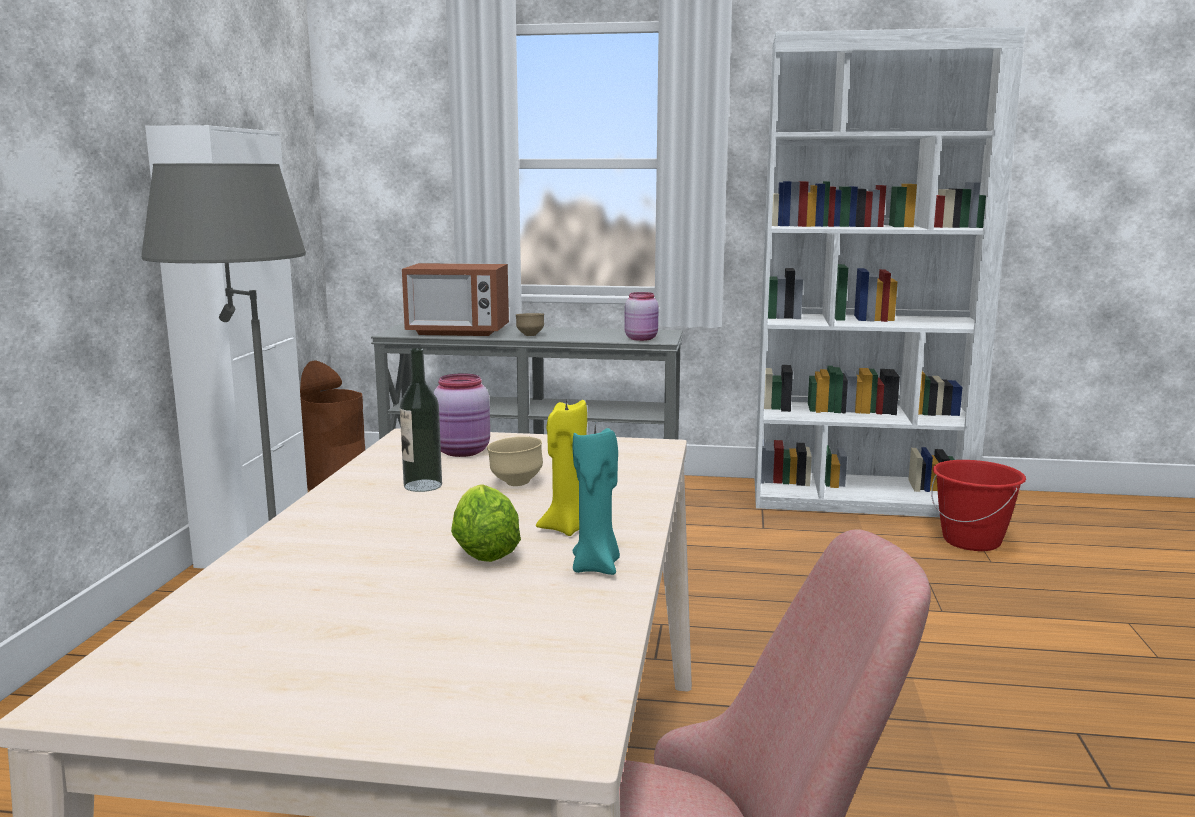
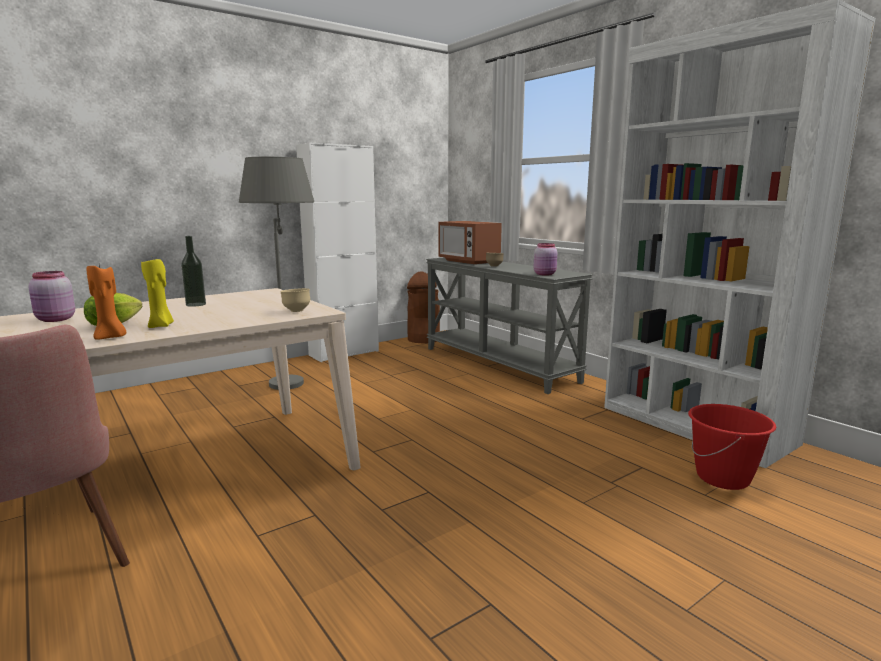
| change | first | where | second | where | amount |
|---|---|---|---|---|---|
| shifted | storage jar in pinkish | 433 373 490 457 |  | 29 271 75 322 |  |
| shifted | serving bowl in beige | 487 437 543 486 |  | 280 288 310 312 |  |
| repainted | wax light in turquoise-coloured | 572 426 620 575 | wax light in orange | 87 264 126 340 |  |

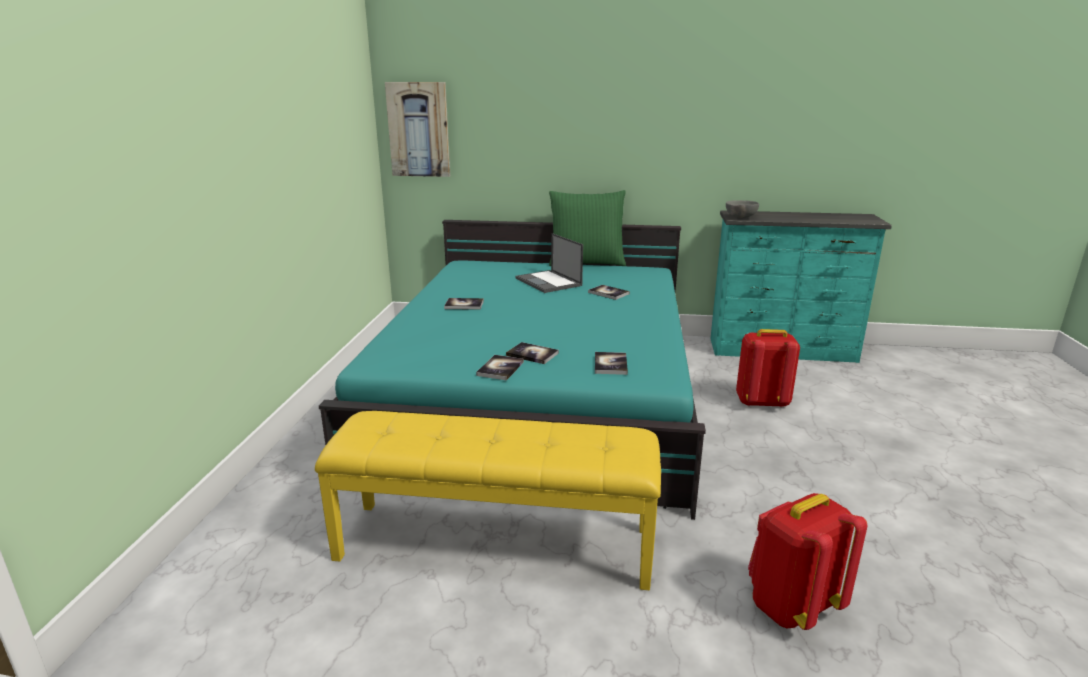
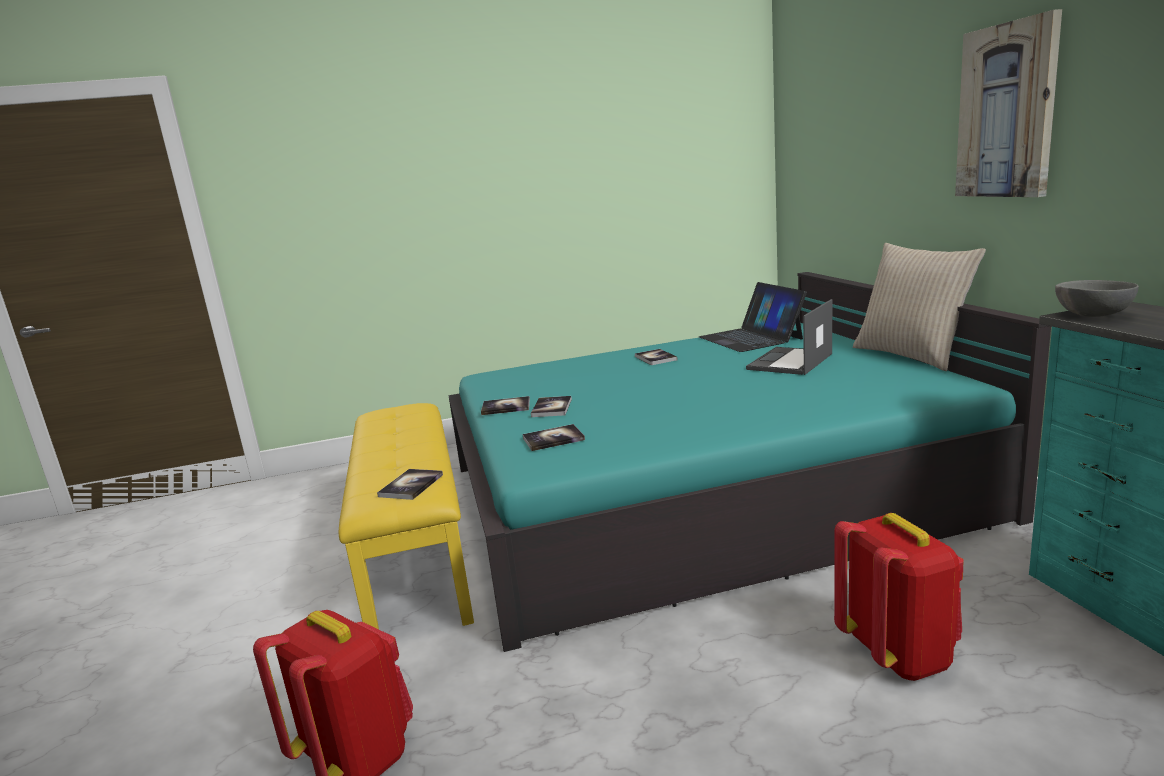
| change | first | where | second | where | amount |
|---|---|---|---|---|---|
| shifted | wall picture | 385 82 450 177 |  | 955 9 1062 197 |  |
| repainted | cushion in green | 549 190 626 266 | cushion in beige | 853 243 986 371 |  |
| shifted | volume | 588 285 630 300 |  | 377 469 443 500 |  |
| new |  |  | laptop | 699 282 807 352 |  |

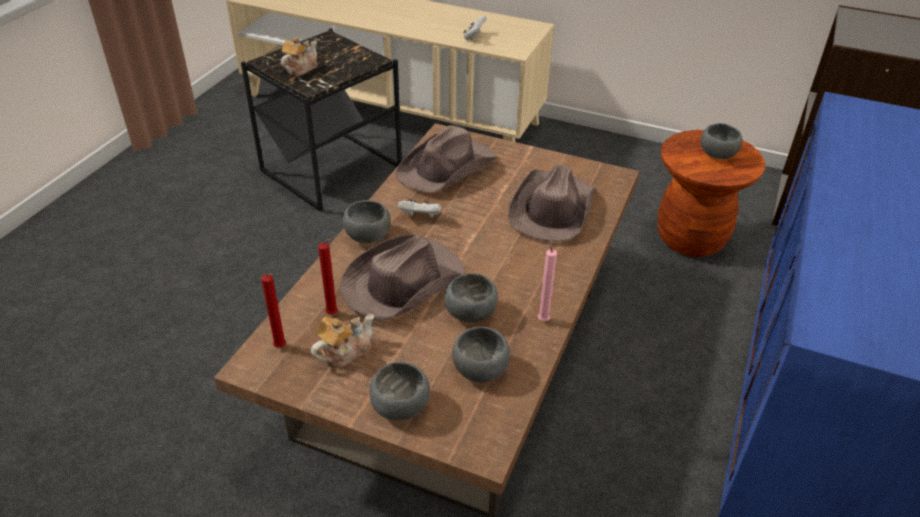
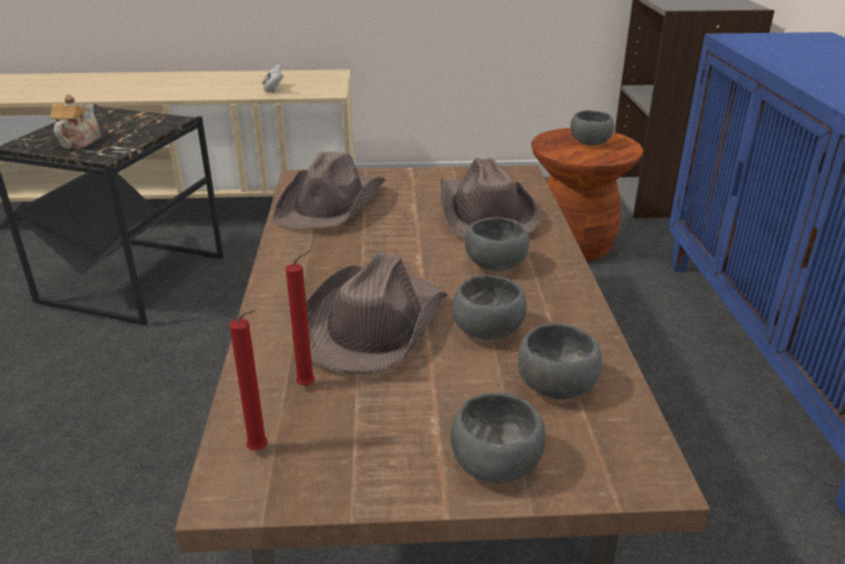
| change | first | where | second | where | amount |
|---|---|---|---|---|---|
| gone | tea pot | 311 314 374 368 |  |  |  |
| shifted | serving bowl in gray | 343 200 391 243 |  | 465 217 530 271 |  |
| gone | joypad in whitish | 398 199 441 218 |  |  |  |
| gone | wax light in pinkish | 538 237 557 321 |  |  |  |

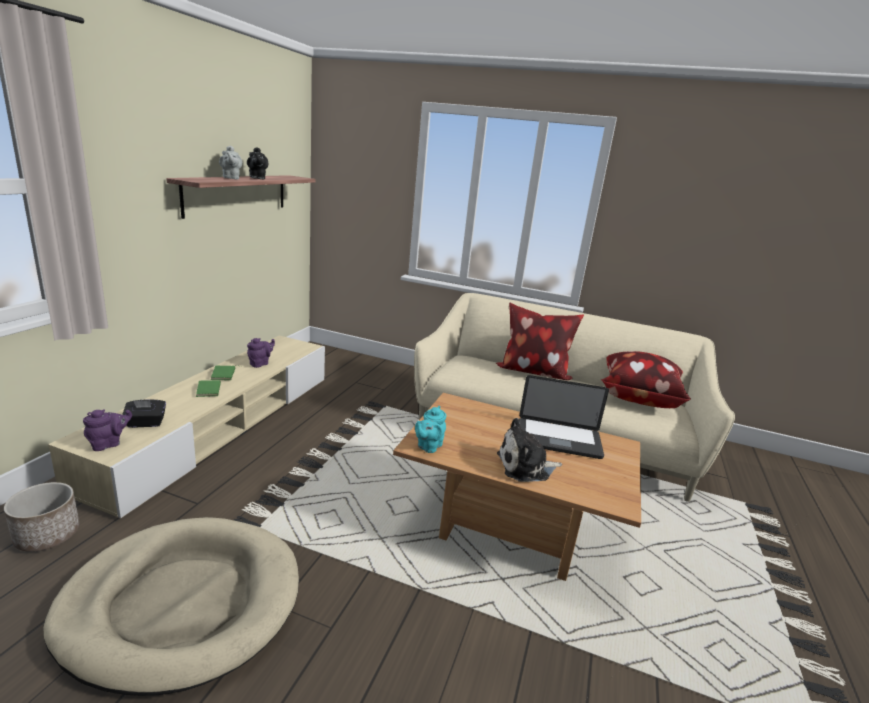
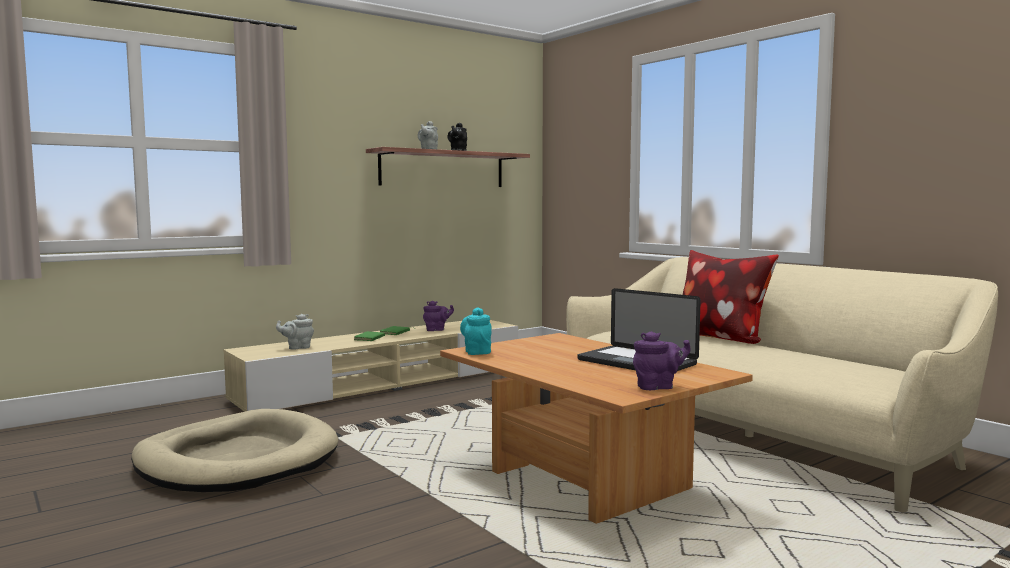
| change | first | where | second | where | amount |
|---|---|---|---|---|---|
| gone | plant pot | 4 482 79 552 |  |  |  |
| shifted | tea pot in purple | 83 409 132 451 |  | 633 331 691 390 |  |
| swapped | tissue holder in blackish | 122 399 166 428 | tea pot in gray | 276 314 314 350 |  |
| rotated | tea pot in turquoise-coloured | 415 406 446 453 |  | 460 307 492 355 | 105 degrees clockwise |
| gone | cuddly toy | 497 418 562 482 |  |  |  |
| gone | cushion | 600 351 691 408 |  |  |  |

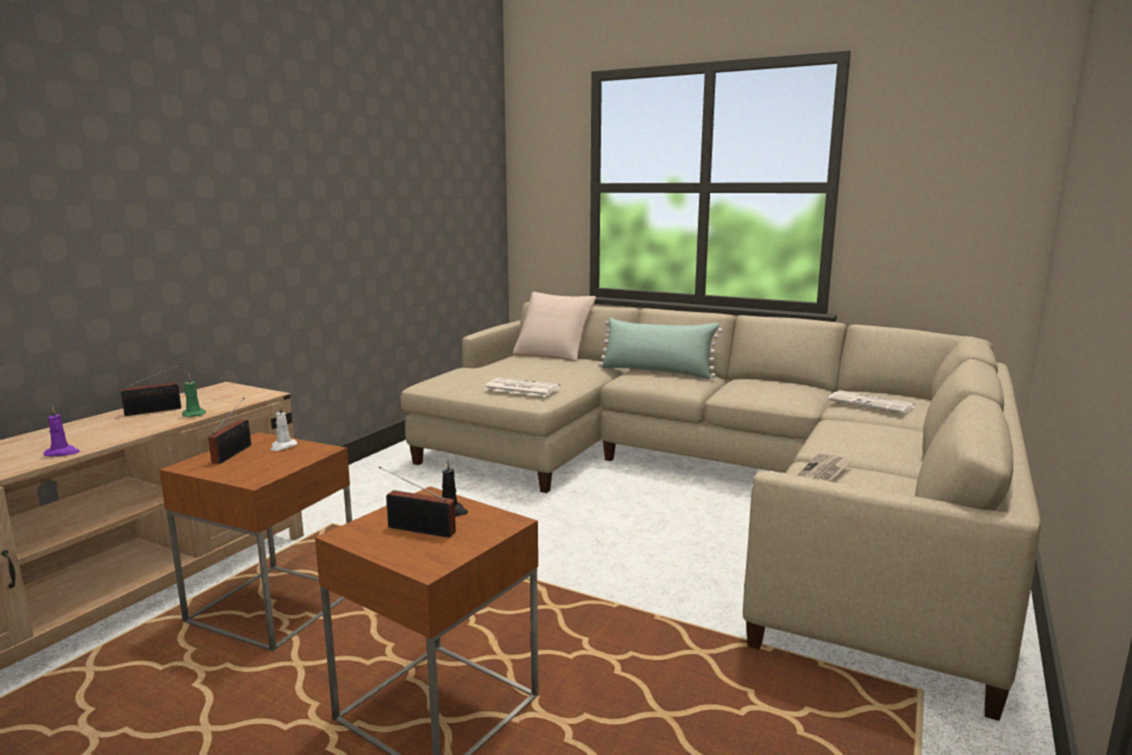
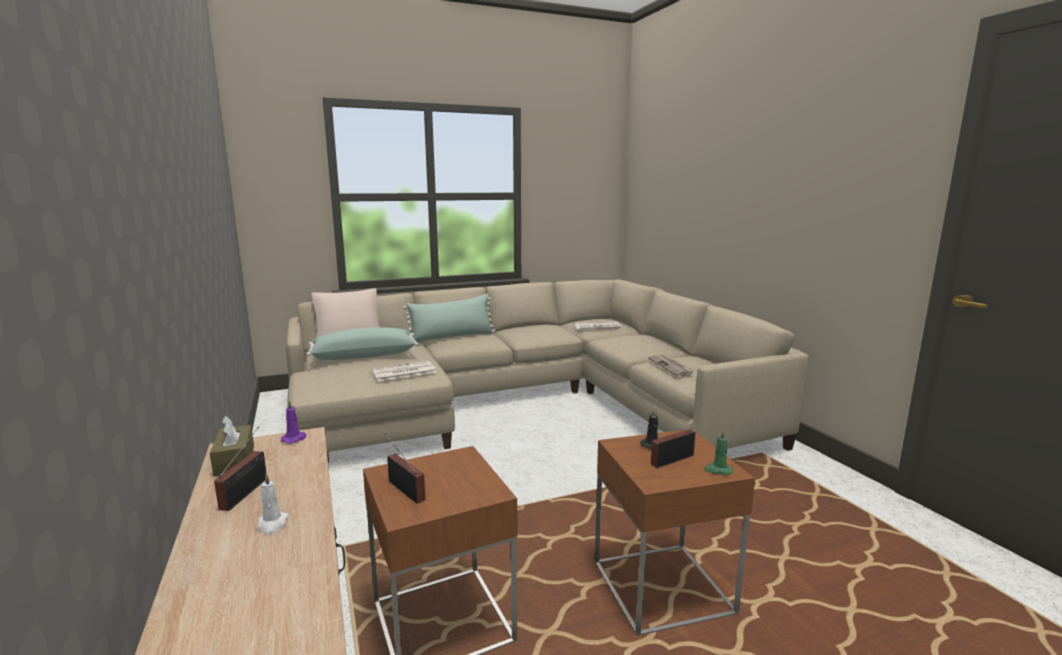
| change | first | where | second | where | amount |
|---|---|---|---|---|---|
| shifted | wax light in purple | 44 406 80 457 |  | 281 400 307 444 |  |
| shifted | wax light in green | 182 374 206 417 |  | 704 431 733 475 |  |
| shifted | wax light in whitish | 270 405 297 451 |  | 257 473 289 535 |  |
| new |  |  | tissue holder in brown-coloured | 210 416 254 476 |  |
| new |  |  | cushion in green | 306 327 419 360 |  |

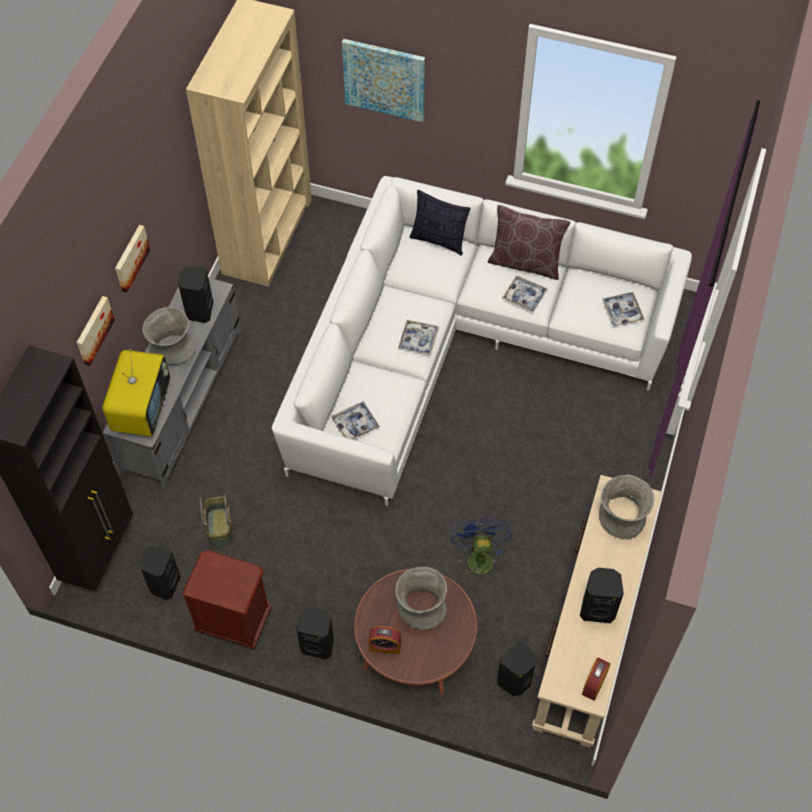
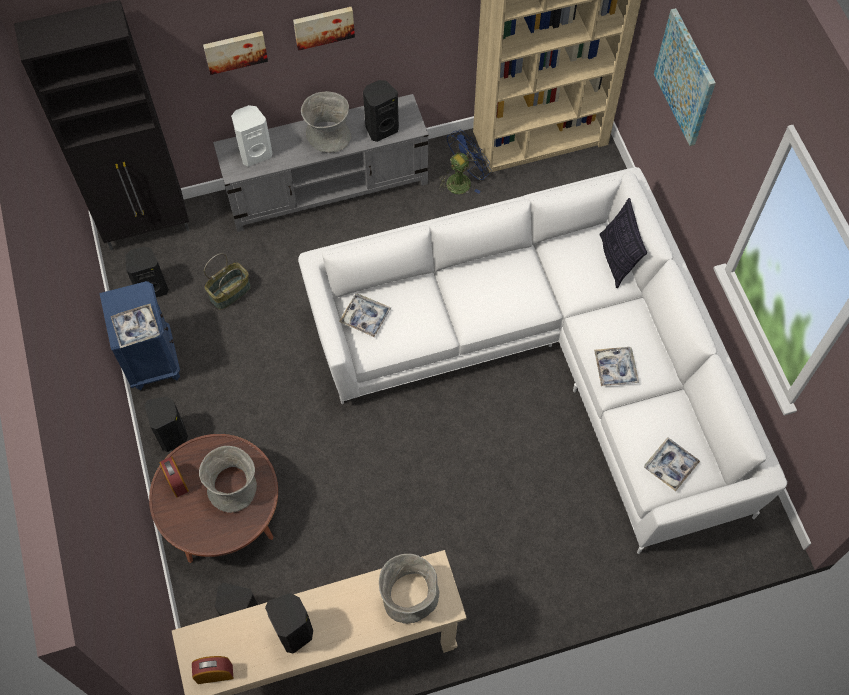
| change | first | where | second | where | amount |
|---|---|---|---|---|---|
| swapped | television | 102 349 170 436 | speaker in whitish | 231 105 273 167 |  |
| repainted | bedside table in brown-coloured | 182 550 271 649 | bedside table in blue | 100 281 180 390 |  |
| shifted | tray | 398 320 439 355 |  | 111 304 160 348 |  |
| shifted | fan in blue | 451 517 511 582 |  | 439 131 491 194 |  |
| gone | cushion in brown-coloured | 488 205 571 280 |  |  |  |

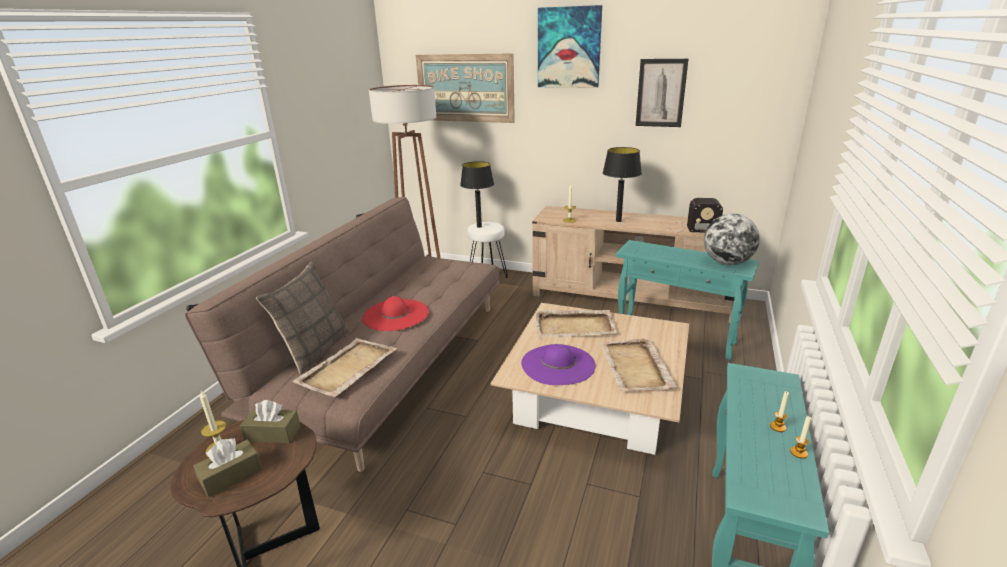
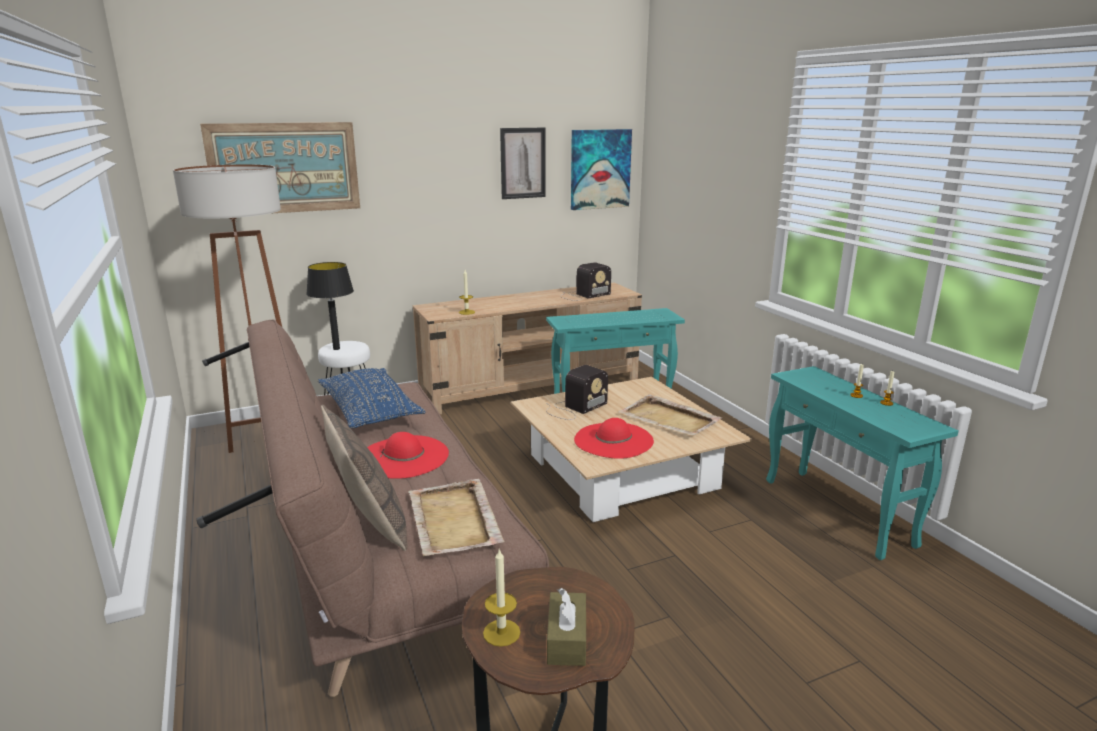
| change | first | where | second | where | amount |
|---|---|---|---|---|---|
| gone | tissue holder in brown-coloured | 240 400 301 443 |  |  |  |
| repainted | hat in purple | 521 344 596 385 | hat in red-coloured | 574 418 654 459 |  |
| swapped | tray in beige | 536 310 617 337 | radio | 546 365 608 420 |  |
| shifted | wall picture | 538 5 602 88 |  | 571 129 632 210 |  |
| gone | lamp for a table in blackish | 603 147 642 222 |  |  |  |
| gone | globe | 704 214 760 265 |  |  |  |
| new |  |  | cushion in blue | 318 368 425 428 |  |

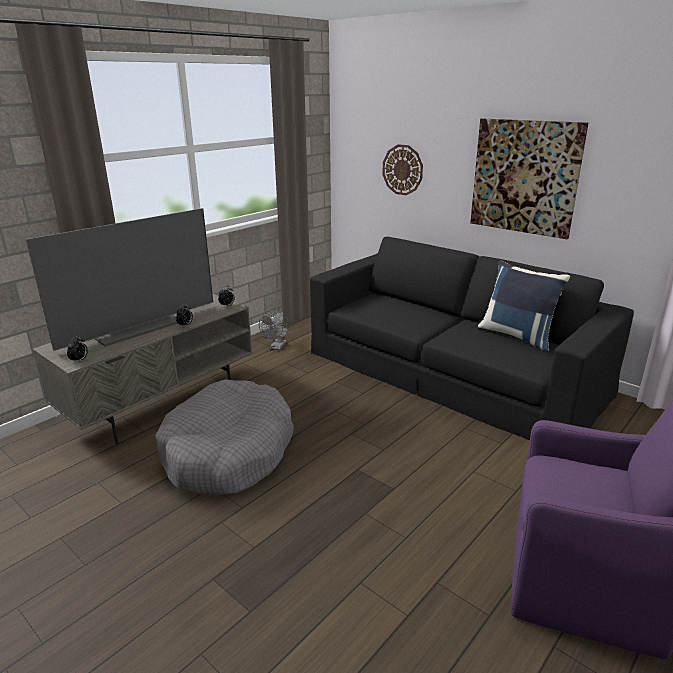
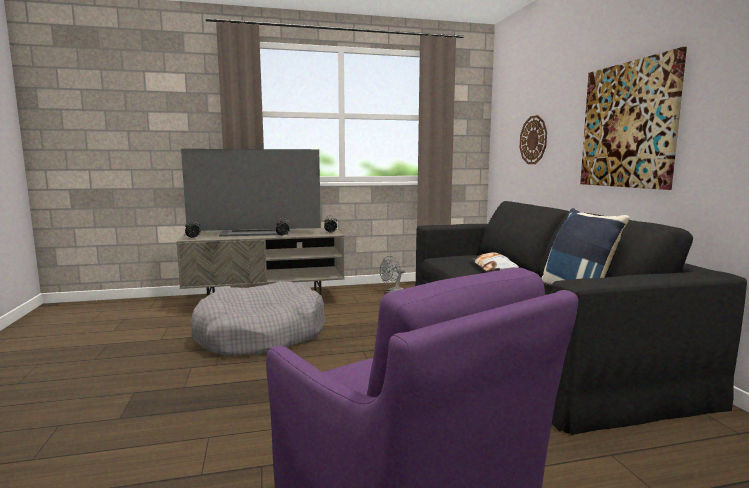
| change | first | where | second | where | amount |
|---|---|---|---|---|---|
| new |  |  | cushion | 470 252 519 271 |  |

